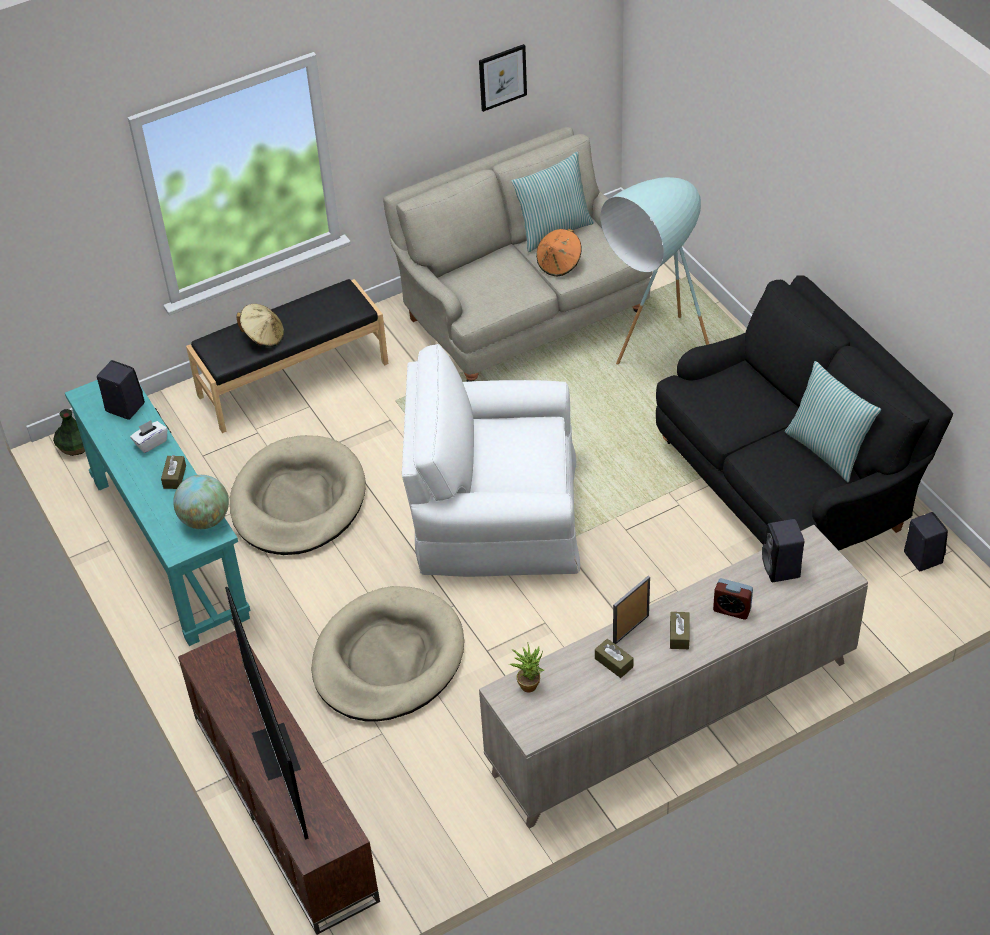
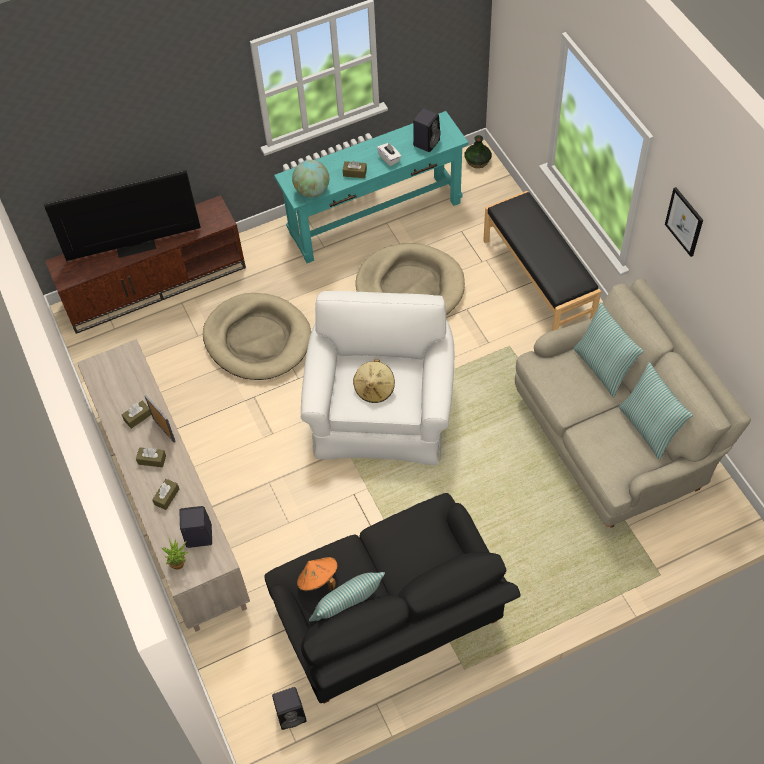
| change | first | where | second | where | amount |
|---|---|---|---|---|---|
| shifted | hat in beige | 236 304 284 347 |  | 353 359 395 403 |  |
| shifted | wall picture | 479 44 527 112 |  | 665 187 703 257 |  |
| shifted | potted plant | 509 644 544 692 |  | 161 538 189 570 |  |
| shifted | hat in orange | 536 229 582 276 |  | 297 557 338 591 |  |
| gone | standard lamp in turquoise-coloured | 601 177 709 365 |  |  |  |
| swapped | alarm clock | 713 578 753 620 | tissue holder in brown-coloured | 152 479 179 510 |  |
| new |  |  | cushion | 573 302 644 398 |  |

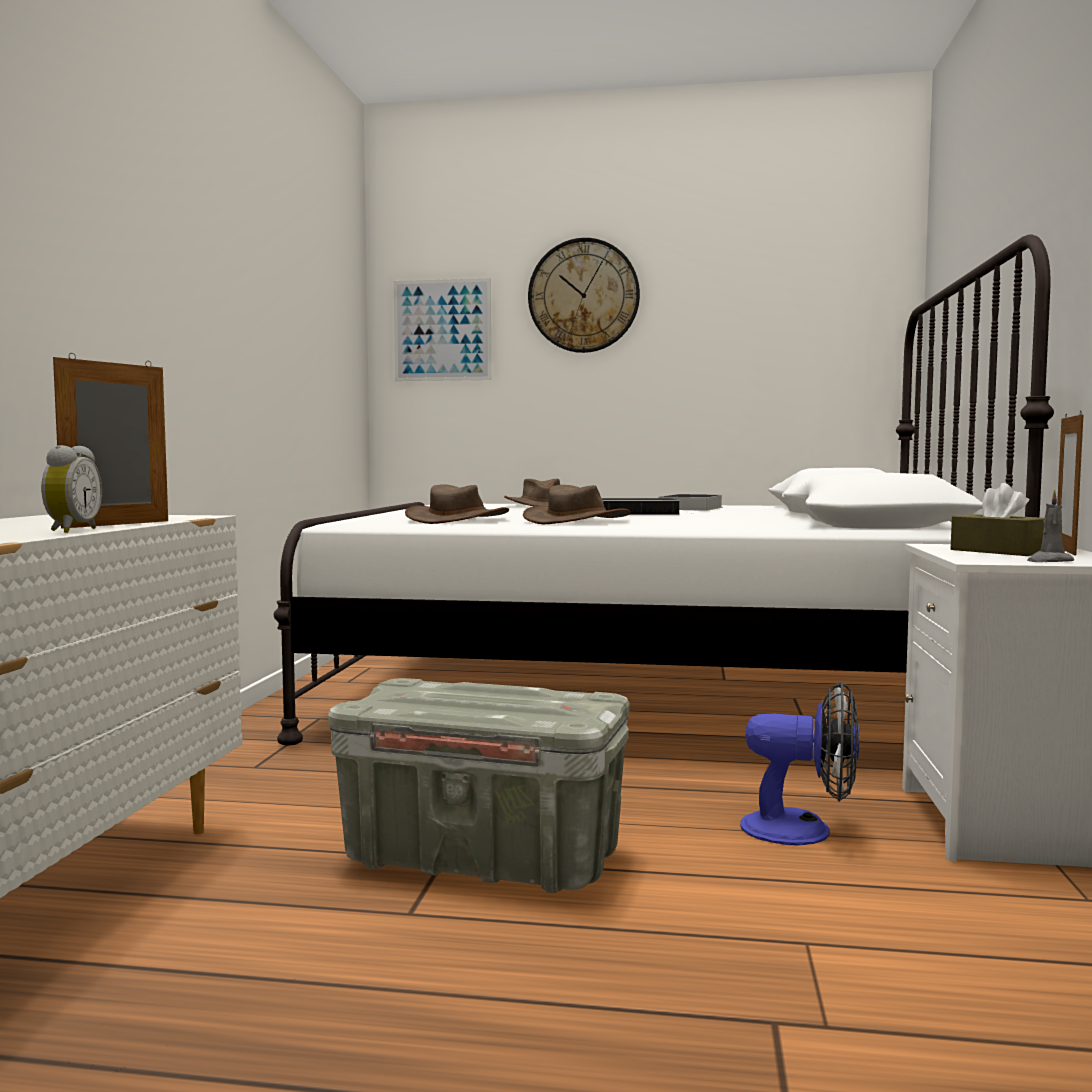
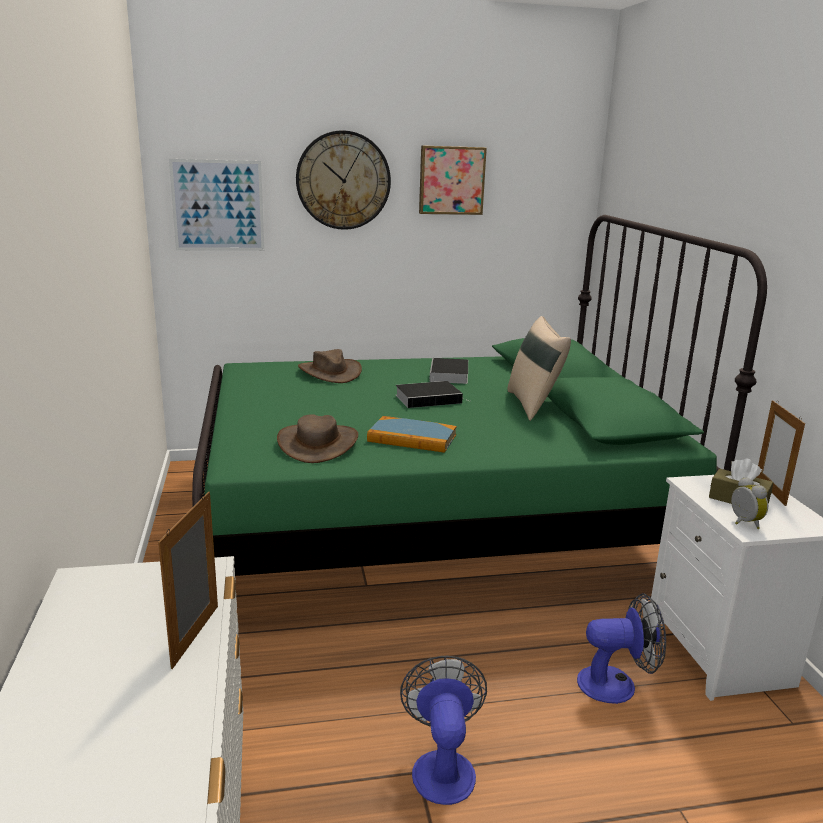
| change | first | where | second | where | amount |
|---|---|---|---|---|---|
| shifted | alarm clock | 41 445 102 533 |  | 731 477 768 529 |  |
| repainted | sleeping bed in whitish | 274 234 1054 745 | sleeping bed in green | 192 215 767 576 |  |
| swapped | storage box in gray | 328 678 630 893 | fan | 400 655 487 805 |  |
| swapped | hat in brown-coloured | 523 485 631 524 | volume | 367 416 457 453 |  |
| gone | wax light in gray | 1027 490 1074 562 |  |  |  |
| new |  |  | wall picture | 419 145 487 215 |  |
| new |  |  | cushion in beige | 508 316 571 421 |  |

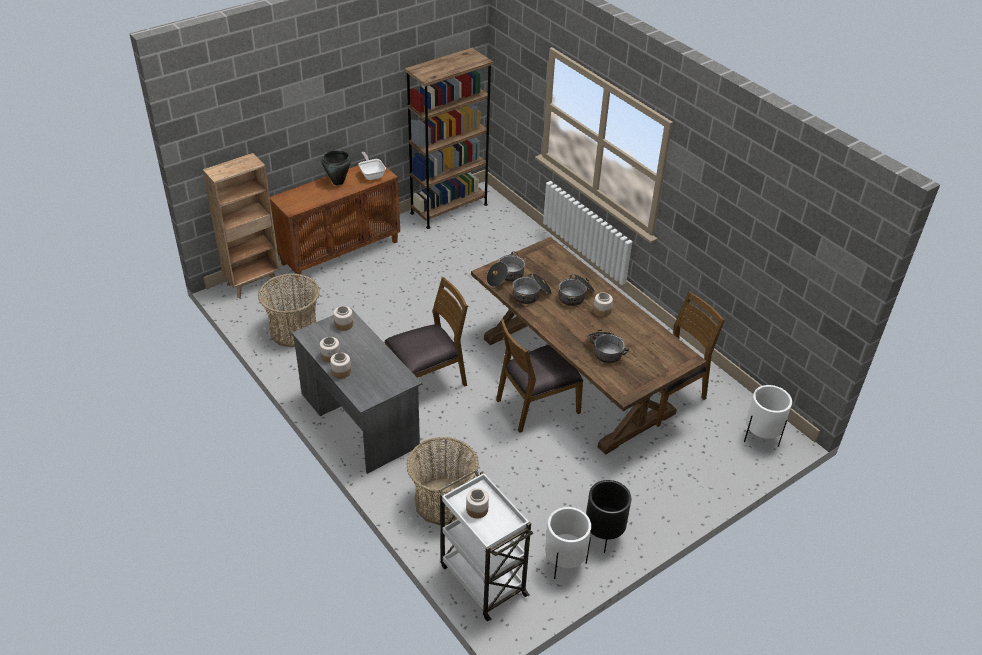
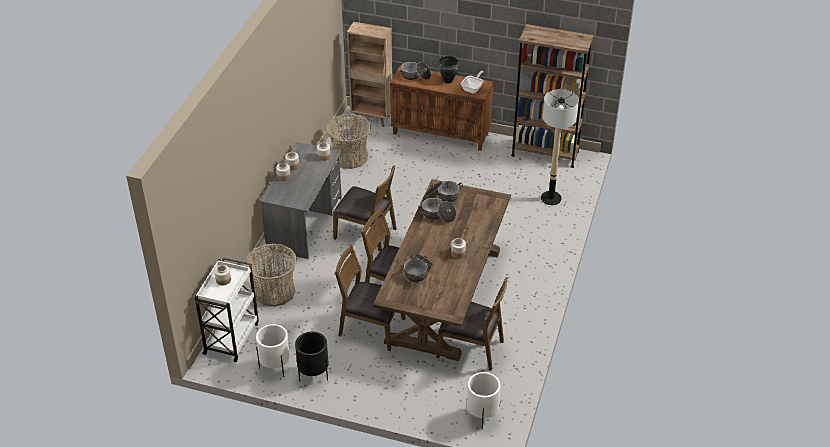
| change | first | where | second | where | amount |
|---|---|---|---|---|---|
| shifted | saucepot | 559 274 595 306 |  | 399 61 431 80 |  |
| new |  |  | upright chair in brown-coloured | 335 245 405 351 |  |
| new |  |  | standard lamp | 541 89 579 205 |  |

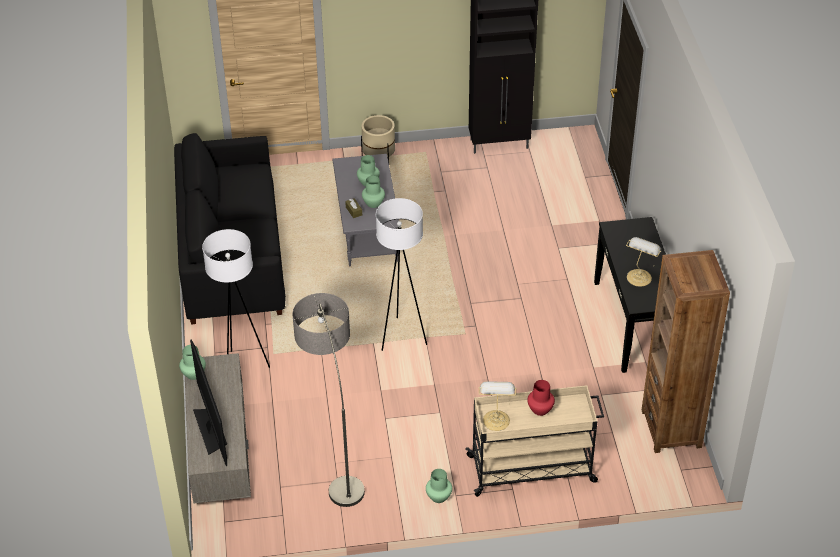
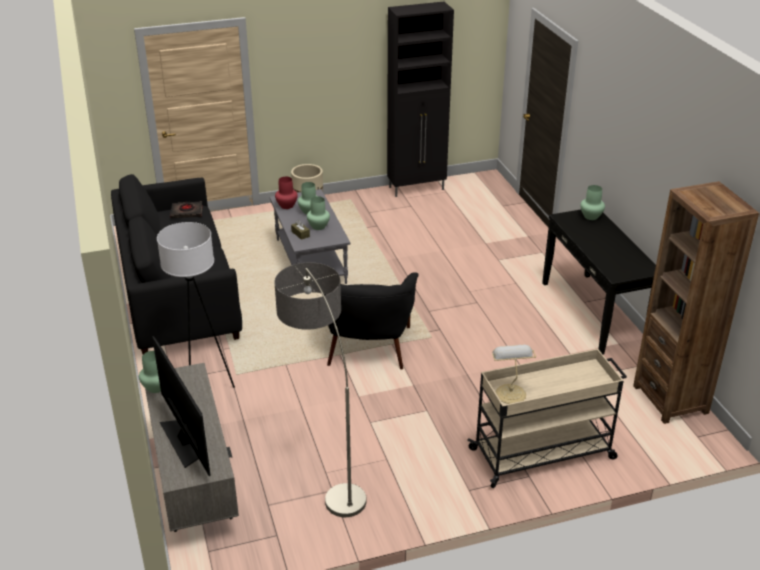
| change | first | where | second | where | amount |
|---|---|---|---|---|---|
| swapped | standard lamp in whitish | 376 198 427 351 | lounge chair in blackish | 324 272 419 370 |  |
| shifted | decorative vase in green | 426 469 452 503 |  | 580 185 605 220 |  |
| shifted | decorative vase in red-coloured | 527 380 555 416 |  | 275 177 298 209 |  |
| gone | lamp for a table | 626 237 661 287 |  |  |  |
| new |  |  | volume in blackish | 170 201 203 218 |  |

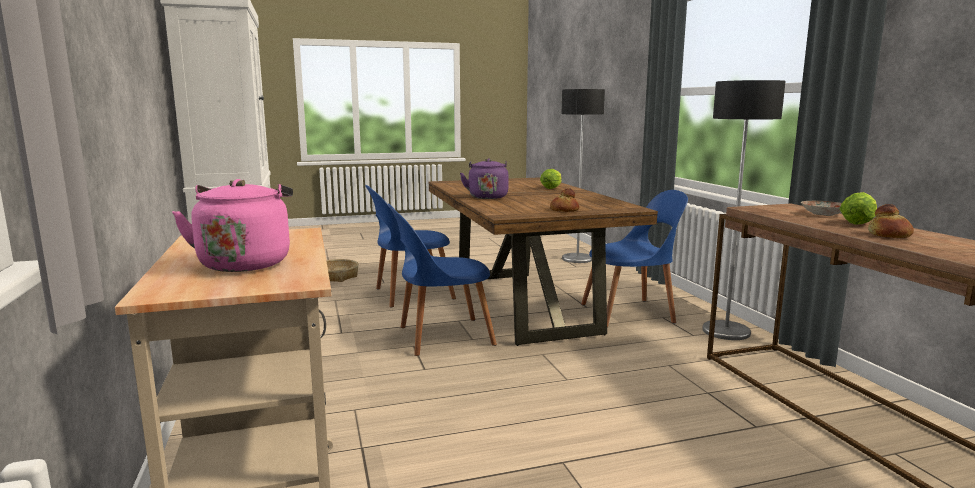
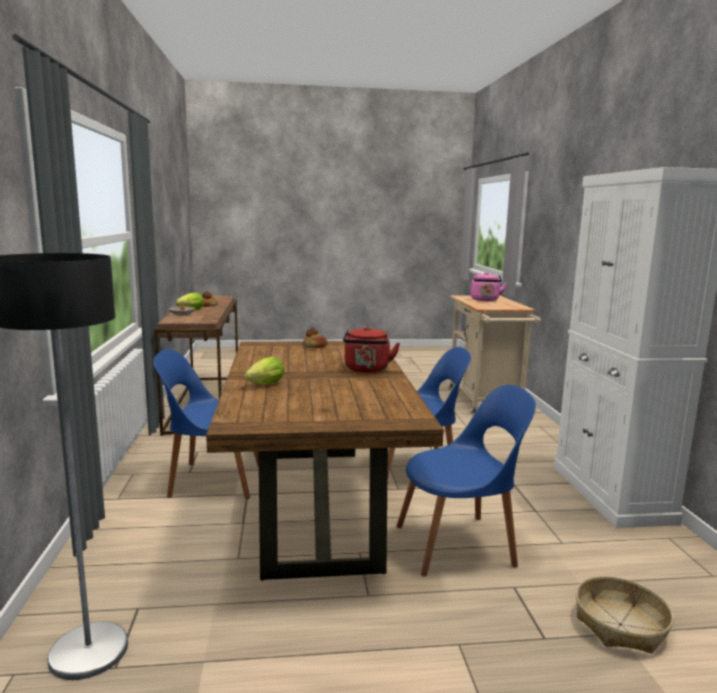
| change | first | where | second | where | amount |
|---|---|---|---|---|---|
| repainted | tea kettle in purple | 460 158 508 199 | tea kettle in red-coloured | 343 326 400 373 |  |
| gone | standard lamp | 702 80 786 340 |  |  |  |

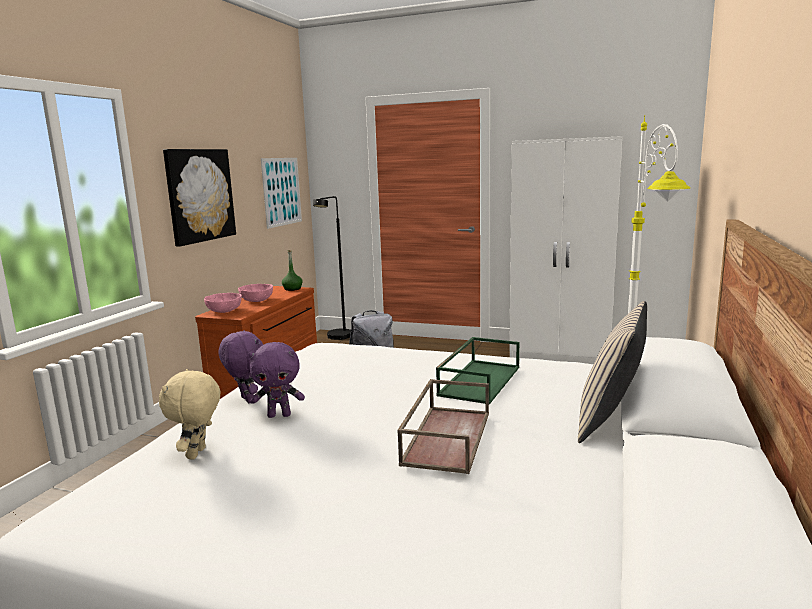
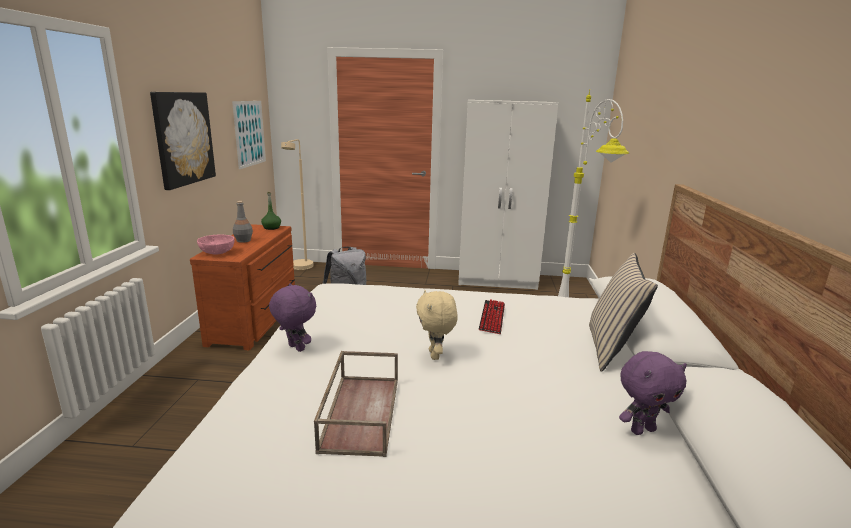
| change | first | where | second | where | amount |
|---|---|---|---|---|---|
| shifted | cuddly toy in beige | 159 369 220 459 |  | 416 290 458 360 |  |
| swapped | serving bowl in pinkish | 238 284 273 302 | drink bottle in gray | 233 201 253 243 |  |
| shifted | cuddly toy in purple | 248 342 305 418 |  | 619 351 687 435 |  |
| repainted | standard lamp in blackish | 313 196 351 340 | standard lamp in beige | 281 139 314 270 |  |
| shifted | tray in brown-coloured | 397 379 489 474 |  | 314 351 398 457 |  |
| swapped | tray in green | 436 337 519 405 | computer keyboard | 479 299 505 334 |  |

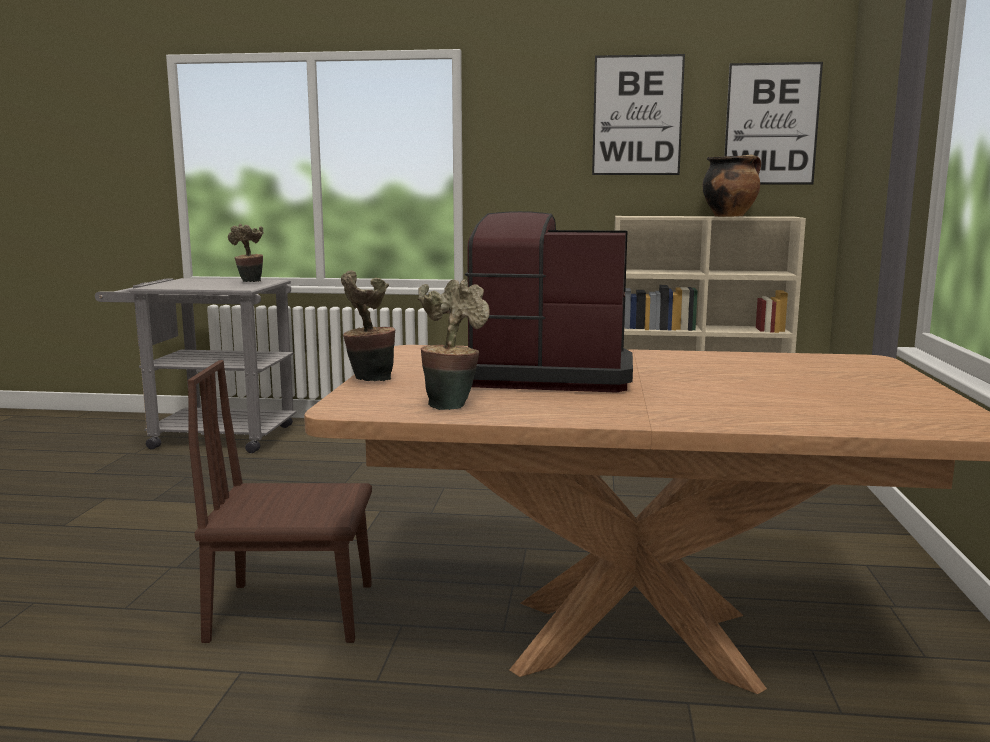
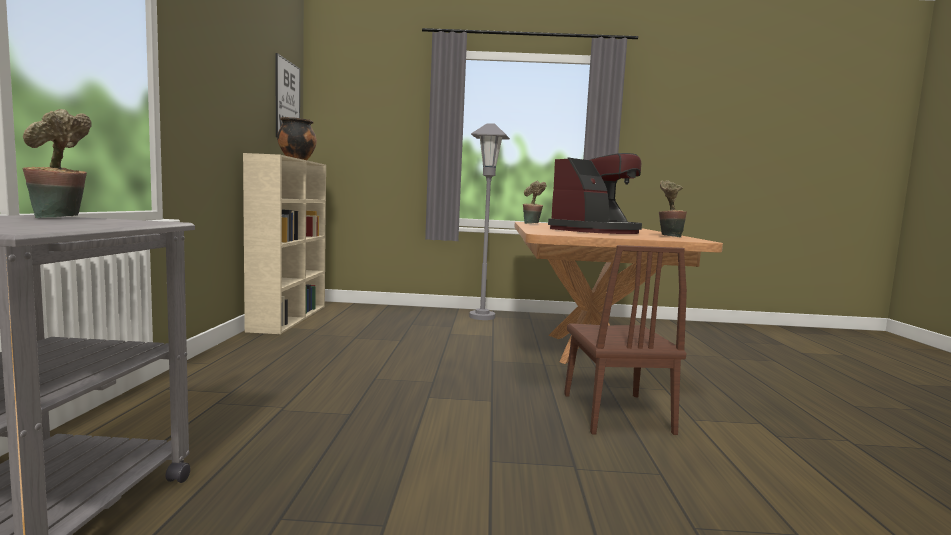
| change | first | where | second | where | amount |
|---|---|---|---|---|---|
| shifted | potted plant | 341 270 395 381 |  | 523 181 546 224 |  |
| rotated | coffee maker | 465 211 633 393 |  | 548 153 642 234 | 135 degrees counterclockwise |
| gone | wall picture | 592 54 685 175 |  |  |  |
| new |  |  | standard lamp in gray | 469 123 510 320 |  |

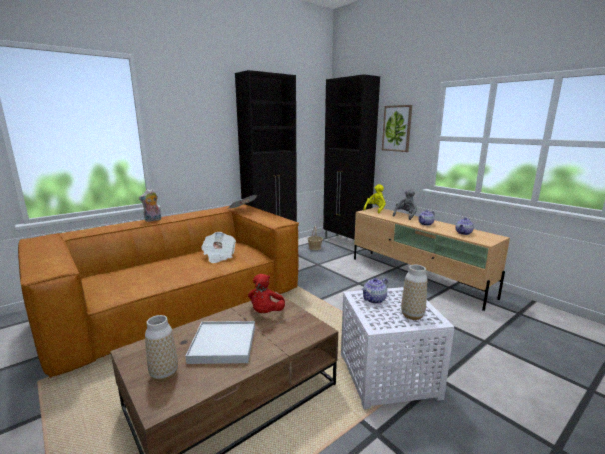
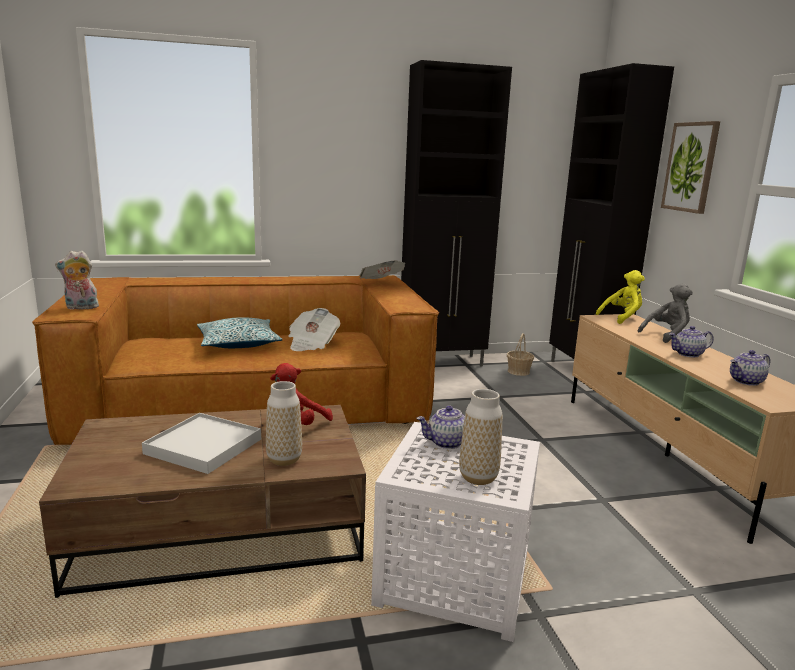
| change | first | where | second | where | amount |
|---|---|---|---|---|---|
| shifted | cuddly toy | 139 189 161 222 |  | 55 250 99 310 |  |
| shifted | decorative vase | 145 315 178 381 |  | 266 381 302 466 |  |
| new |  |  | cushion | 197 317 283 348 |  |

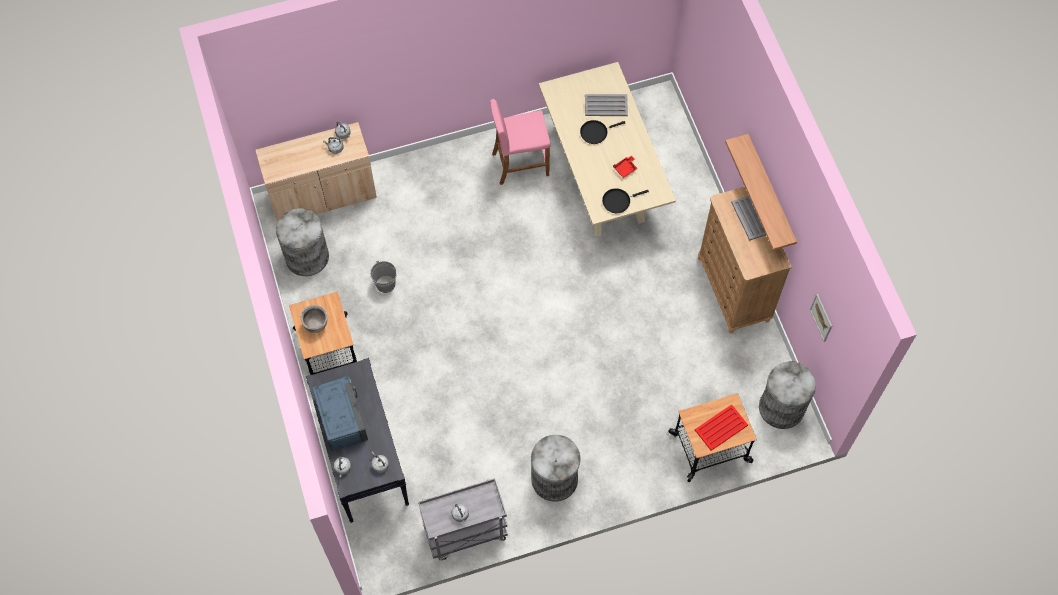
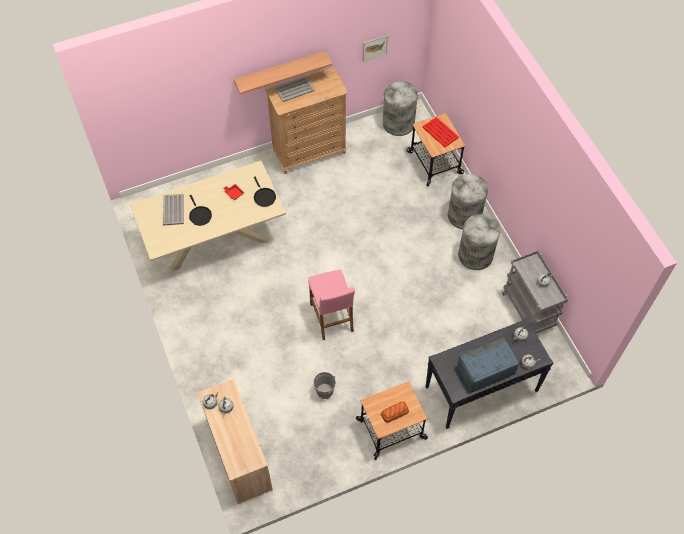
| change | first | where | second | where | amount |
|---|---|---|---|---|---|
| shifted | trash can in gray | 276 208 329 276 |  | 448 174 488 230 |  |
| swapped | saucepot in brown-coloured | 301 305 327 333 | bread | 381 401 409 423 |  |
| shifted | stool seat in pinkish | 490 99 551 185 |  | 308 269 355 340 |  |

